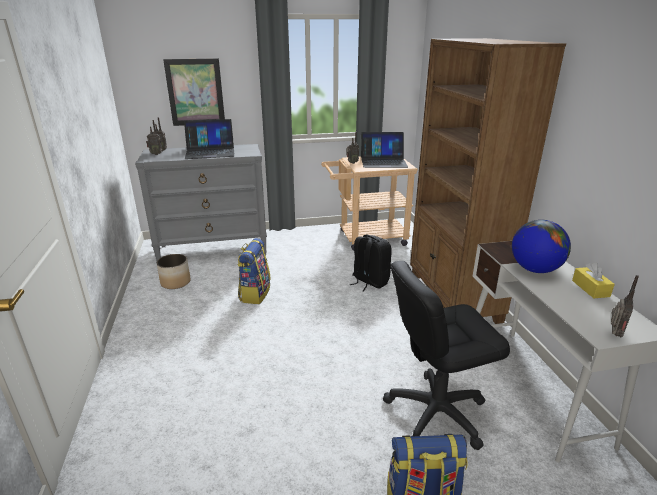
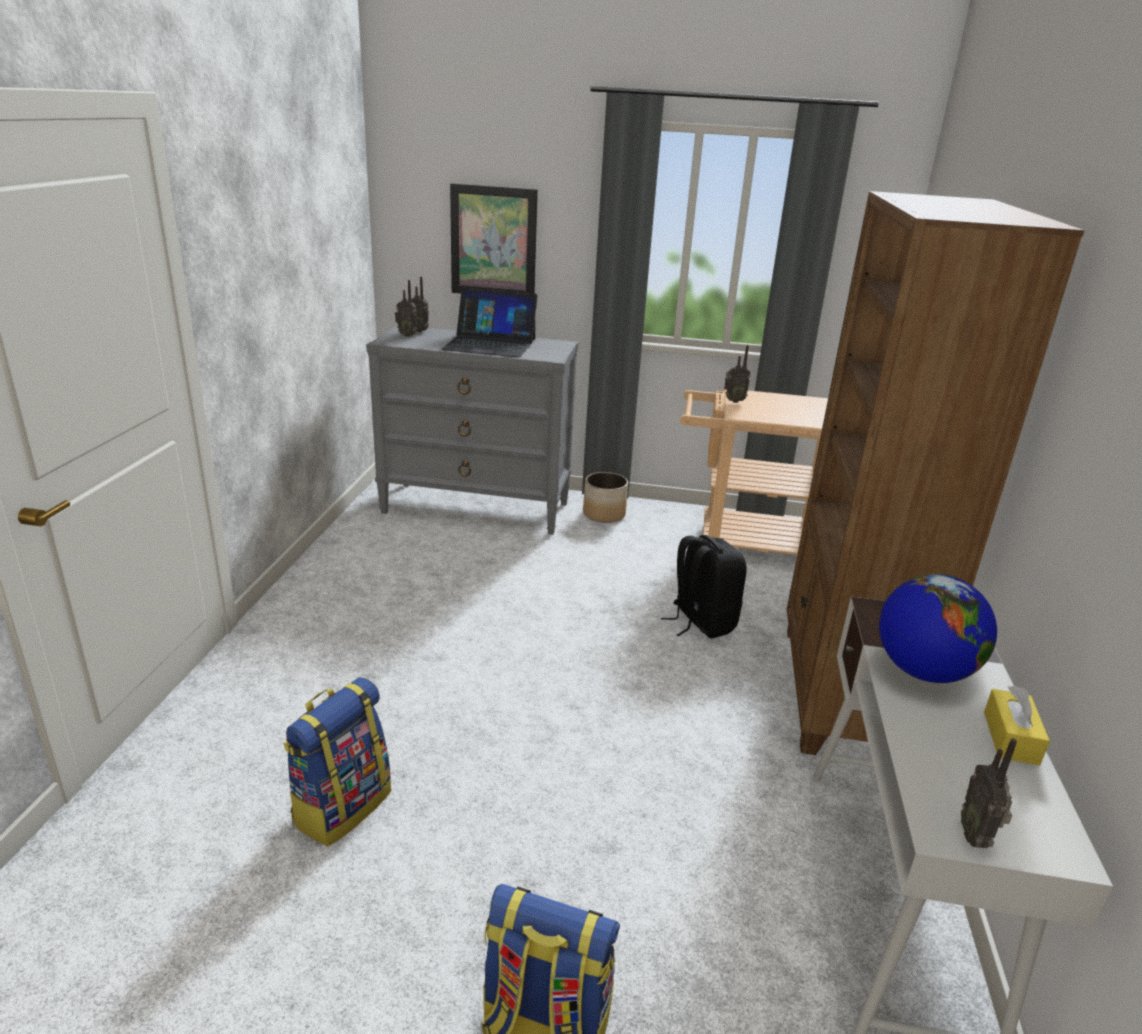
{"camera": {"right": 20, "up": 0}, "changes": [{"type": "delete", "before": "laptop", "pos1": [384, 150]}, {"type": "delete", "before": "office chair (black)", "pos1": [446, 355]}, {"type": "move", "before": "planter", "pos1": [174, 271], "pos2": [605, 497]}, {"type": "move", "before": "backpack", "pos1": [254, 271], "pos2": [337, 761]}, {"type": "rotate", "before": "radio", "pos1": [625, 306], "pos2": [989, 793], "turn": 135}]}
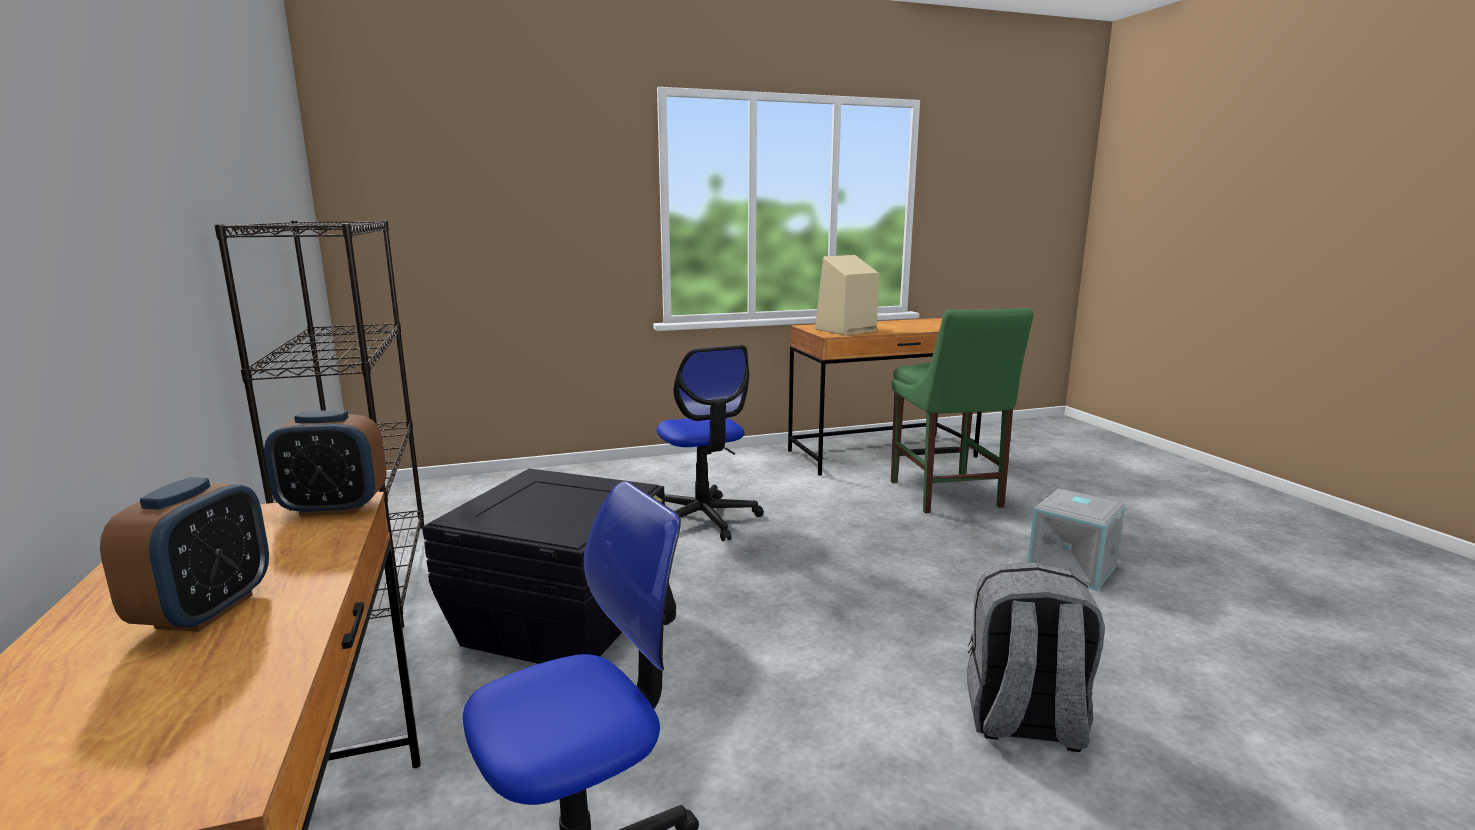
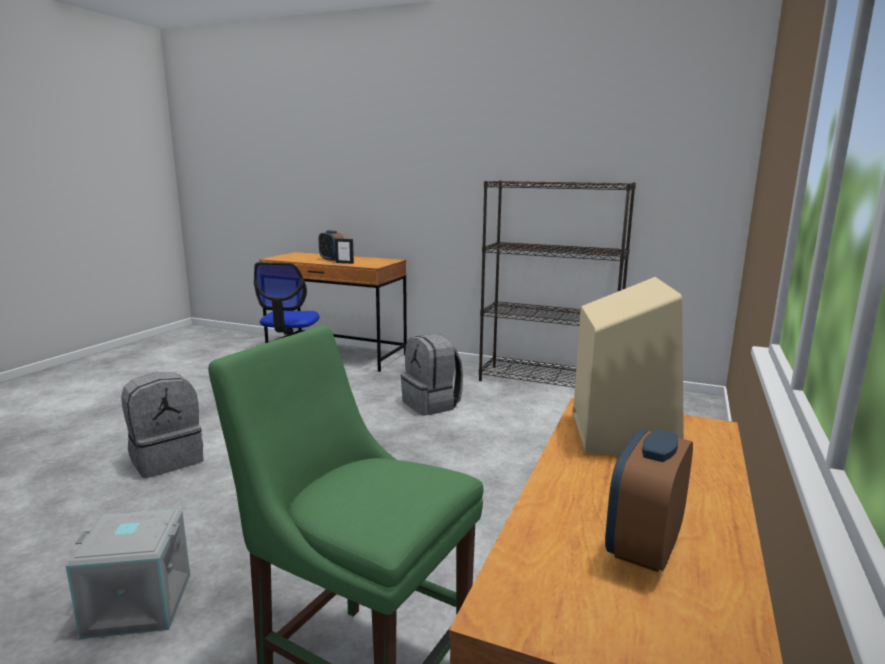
{"camera": {"right": 130, "up": 0}, "changes": [{"type": "delete", "before": "office chair", "pos1": [710, 443]}, {"type": "insert", "after": "picture frame", "pos2": [344, 251]}, {"type": "move", "before": "alarm clock", "pos1": [325, 463], "pos2": [649, 500]}, {"type": "replace", "before": "storage box (black)", "after": "backpack (grey)", "pos1": [543, 566], "pos2": [432, 375]}]}
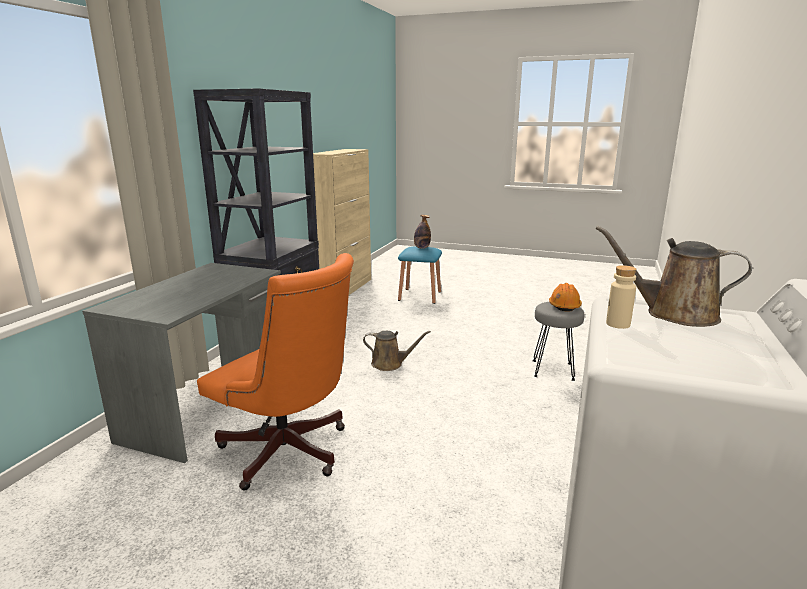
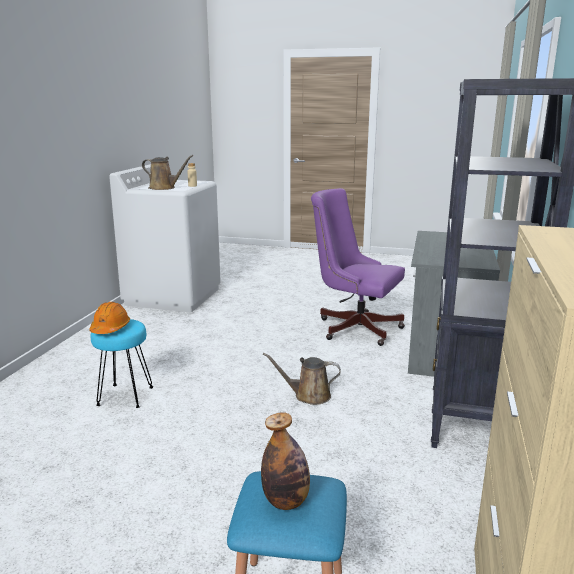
{"camera": {"right": 175, "up": 0}, "changes": [{"type": "recolor", "before": "office chair (orange)", "after": "office chair (purple)", "pos1": [275, 372], "pos2": [358, 267]}, {"type": "recolor", "before": "stool (grey)", "after": "stool (turquoise)", "pos1": [558, 341], "pos2": [122, 363]}]}
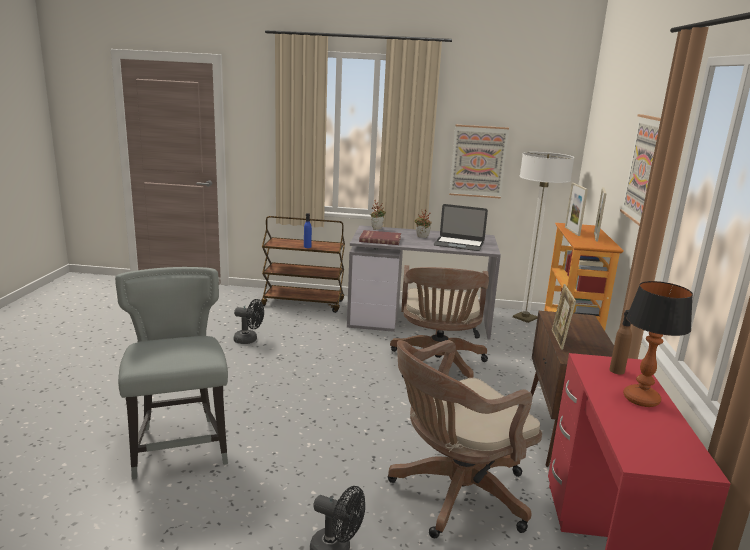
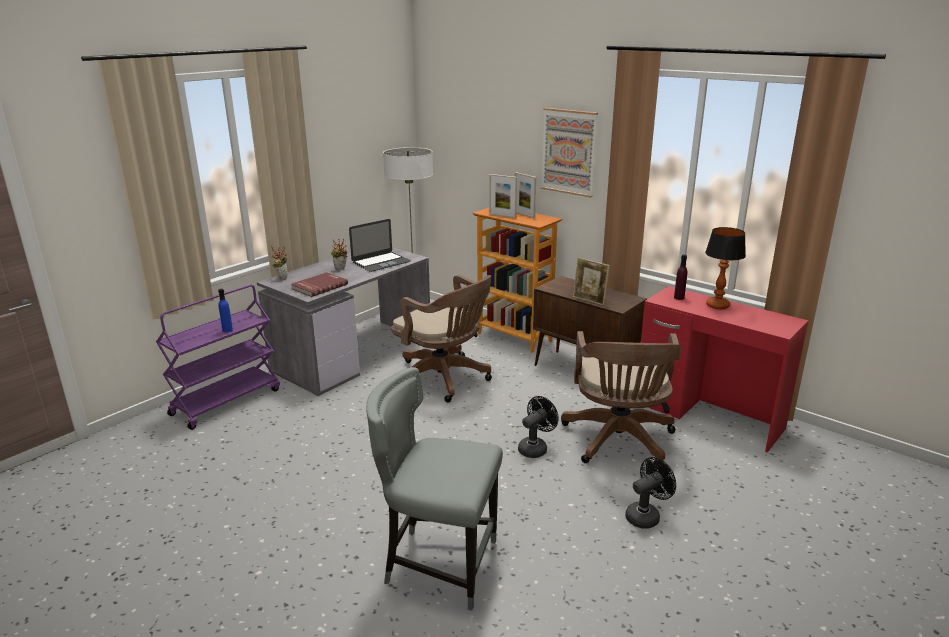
{"camera": {"right": -55, "up": 5}, "changes": [{"type": "delete", "before": "picture", "pos1": [479, 161]}, {"type": "move", "before": "fan (black)", "pos1": [248, 321], "pos2": [538, 427]}, {"type": "recolor", "before": "cart (brown)", "after": "cart (purple)", "pos1": [303, 264], "pos2": [218, 357]}, {"type": "recolor", "before": "bottle (brown)", "after": "bottle (purple)", "pos1": [620, 342], "pos2": [680, 277]}]}
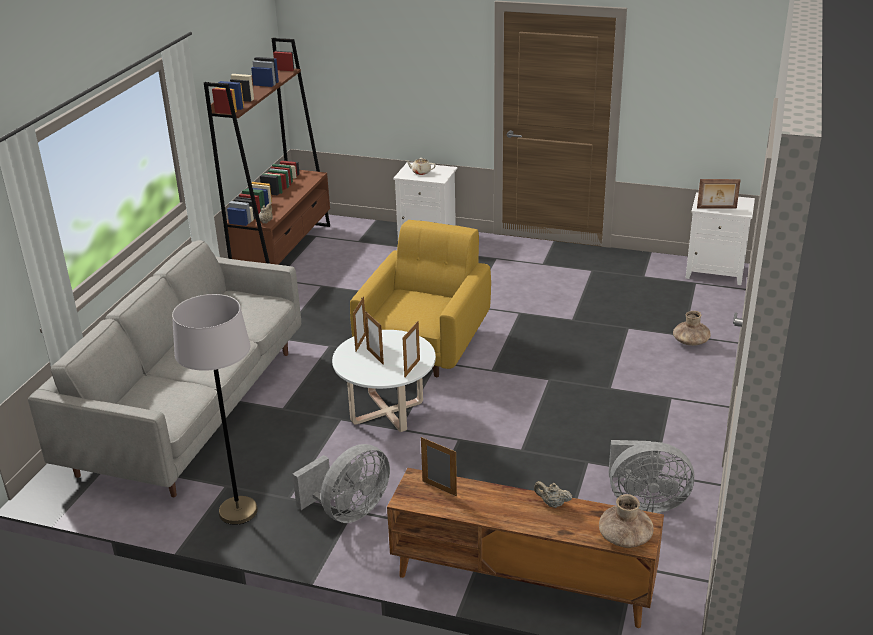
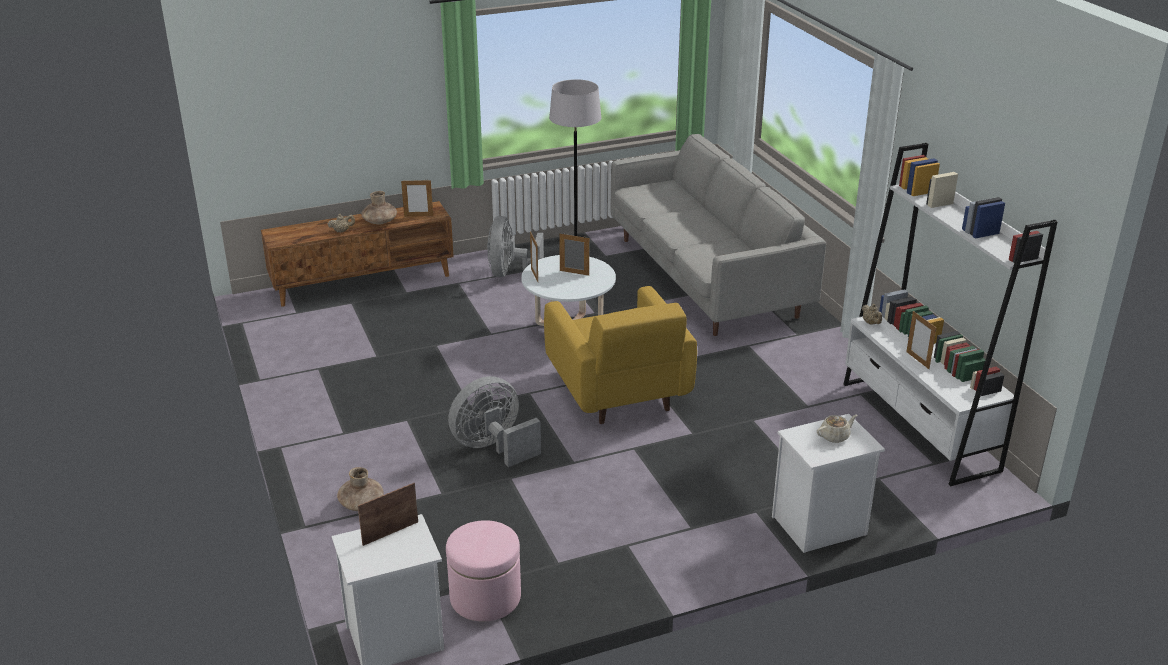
{"camera": {"right": 140, "up": 0}, "changes": [{"type": "insert", "after": "ottoman (pink)", "pos2": [483, 571]}, {"type": "move", "before": "picture frame", "pos1": [359, 323], "pos2": [921, 340]}, {"type": "move", "before": "vase (brown)", "pos1": [626, 521], "pos2": [379, 208]}, {"type": "move", "before": "fan (grey)", "pos1": [651, 476], "pos2": [494, 421]}, {"type": "recolor", "before": "bookcase (brown)", "after": "bookcase (white)", "pos1": [267, 151], "pos2": [950, 314]}]}
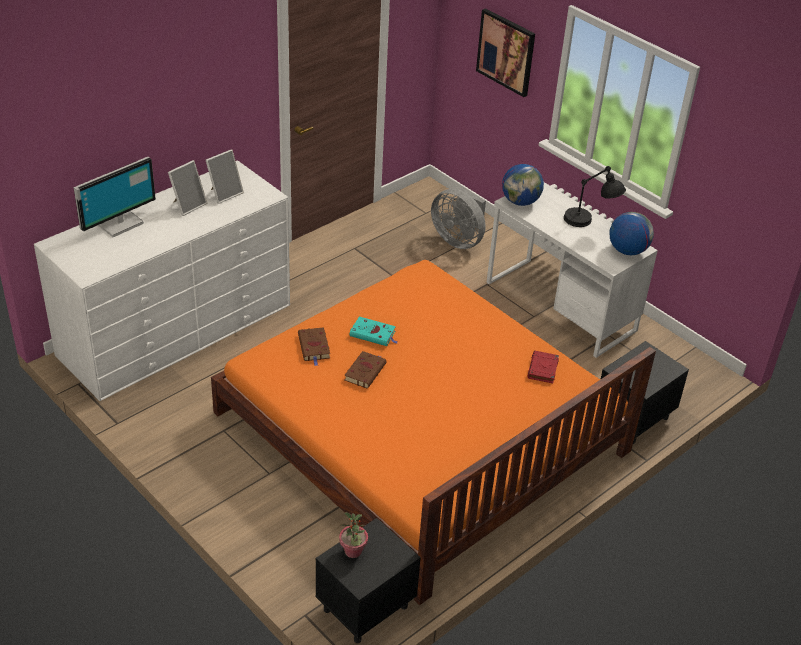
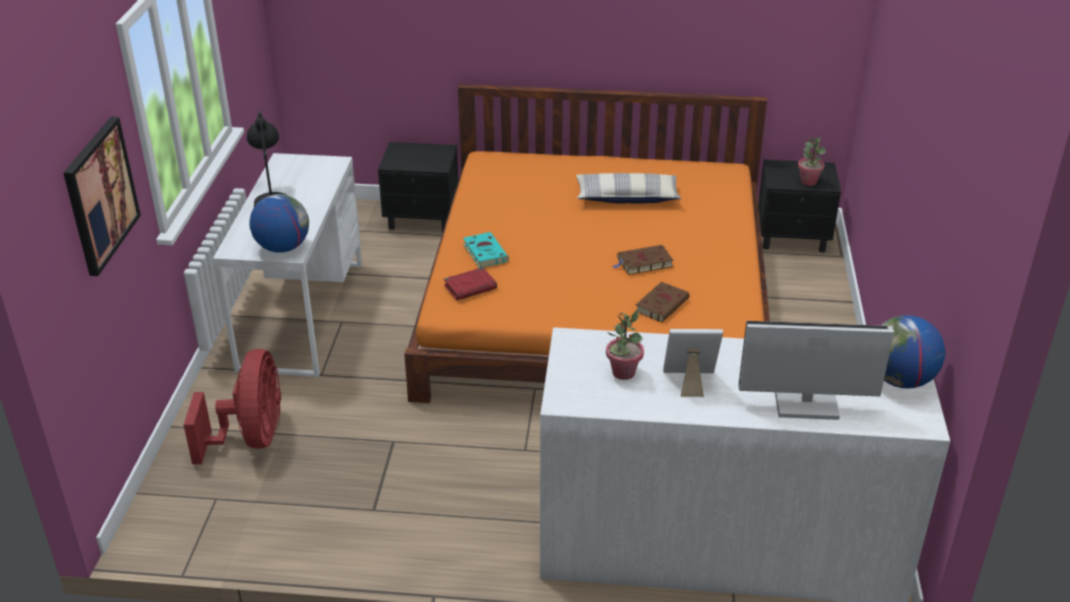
{"camera": {"right": -130, "up": -5}, "changes": [{"type": "insert", "after": "pillow", "pos2": [628, 188]}, {"type": "move", "before": "book (turquoise)", "pos1": [373, 331], "pos2": [486, 250]}, {"type": "move", "before": "book (red)", "pos1": [543, 367], "pos2": [470, 283]}, {"type": "move", "before": "globe", "pos1": [632, 233], "pos2": [913, 352]}, {"type": "replace", "before": "picture frame", "after": "potted plant", "pos1": [225, 176], "pos2": [625, 345]}, {"type": "recolor", "before": "fan (grey)", "after": "fan (red)", "pos1": [458, 218], "pos2": [233, 406]}]}
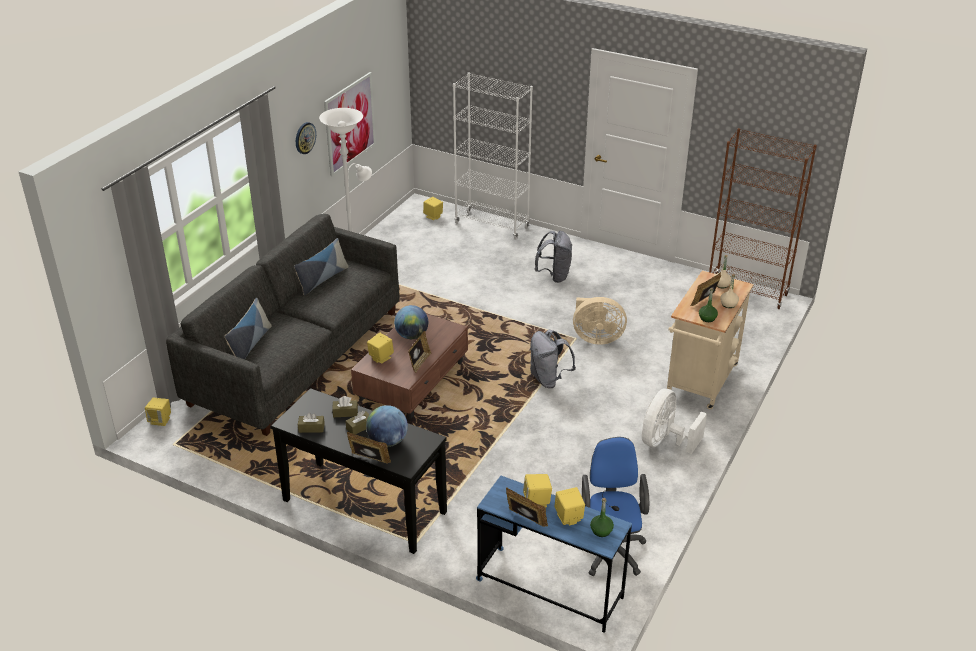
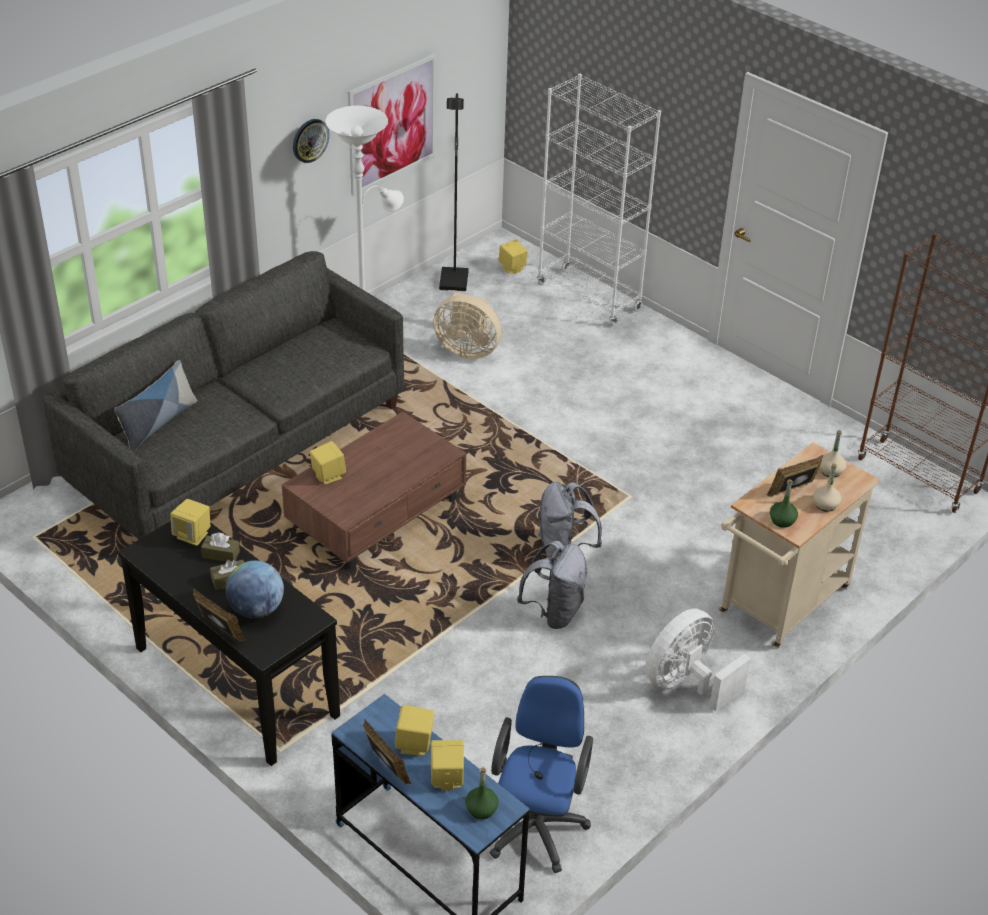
{"camera": {"right": 15, "up": 5}, "changes": [{"type": "delete", "before": "pillow", "pos1": [321, 267]}, {"type": "delete", "before": "tissue box (brown)", "pos1": [311, 423]}, {"type": "delete", "before": "globe", "pos1": [411, 322]}, {"type": "delete", "before": "picture frame", "pos1": [419, 352]}, {"type": "insert", "after": "floor lamp (black)", "pos2": [454, 192]}, {"type": "move", "before": "speaker (yellow)", "pos1": [158, 412], "pos2": [190, 522]}, {"type": "move", "before": "backpack (grey)", "pos1": [553, 257], "pos2": [552, 584]}, {"type": "move", "before": "fan (beige)", "pos1": [600, 321], "pos2": [467, 325]}]}
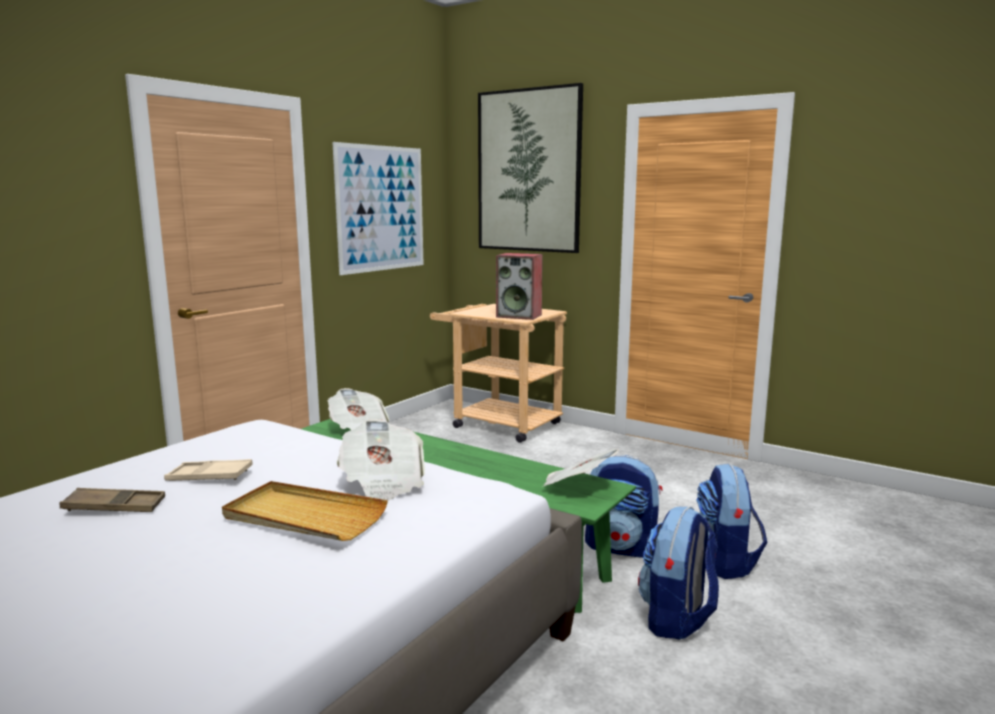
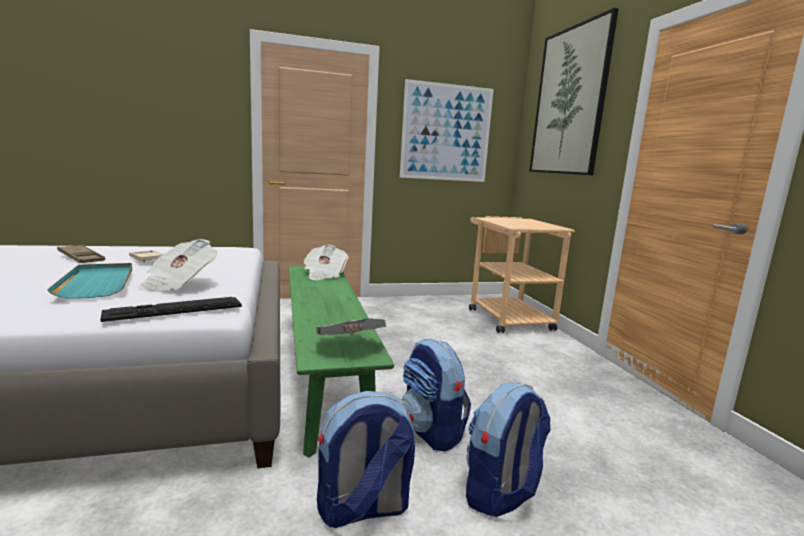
{"camera": {"right": 40, "up": 0}, "changes": [{"type": "delete", "before": "speaker", "pos1": [519, 286]}, {"type": "insert", "after": "keyboard", "pos2": [171, 309]}, {"type": "recolor", "before": "tray (beige)", "after": "tray (turquoise)", "pos1": [305, 511], "pos2": [89, 281]}]}
